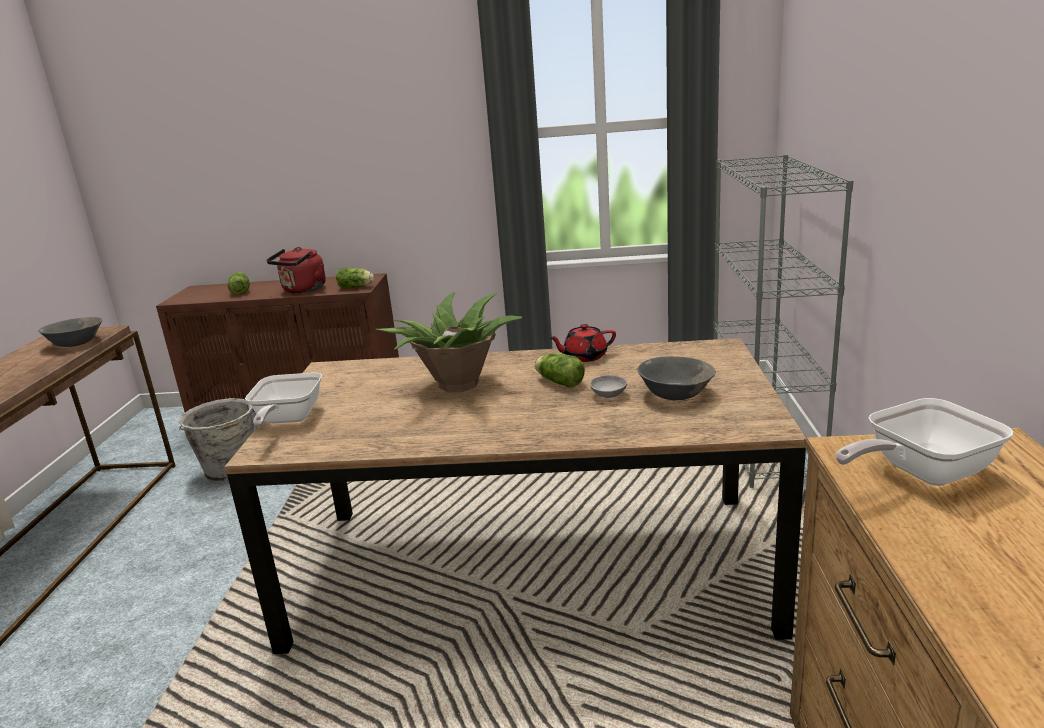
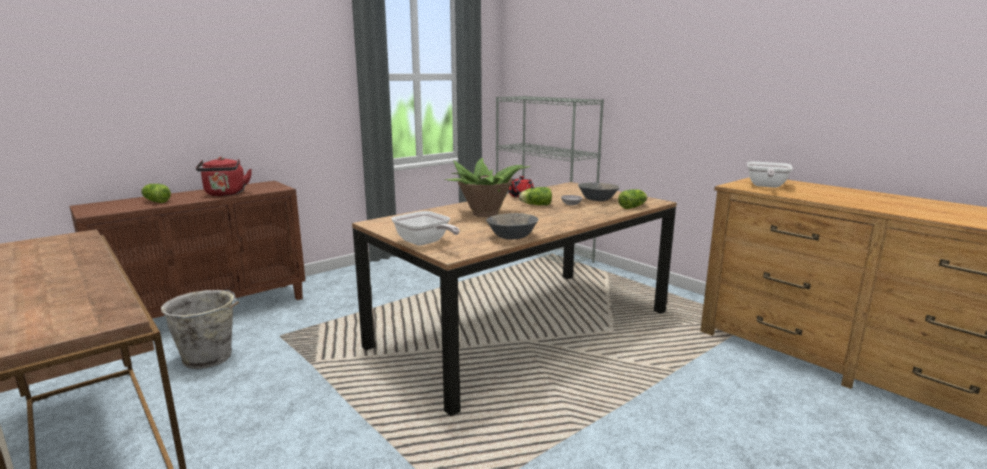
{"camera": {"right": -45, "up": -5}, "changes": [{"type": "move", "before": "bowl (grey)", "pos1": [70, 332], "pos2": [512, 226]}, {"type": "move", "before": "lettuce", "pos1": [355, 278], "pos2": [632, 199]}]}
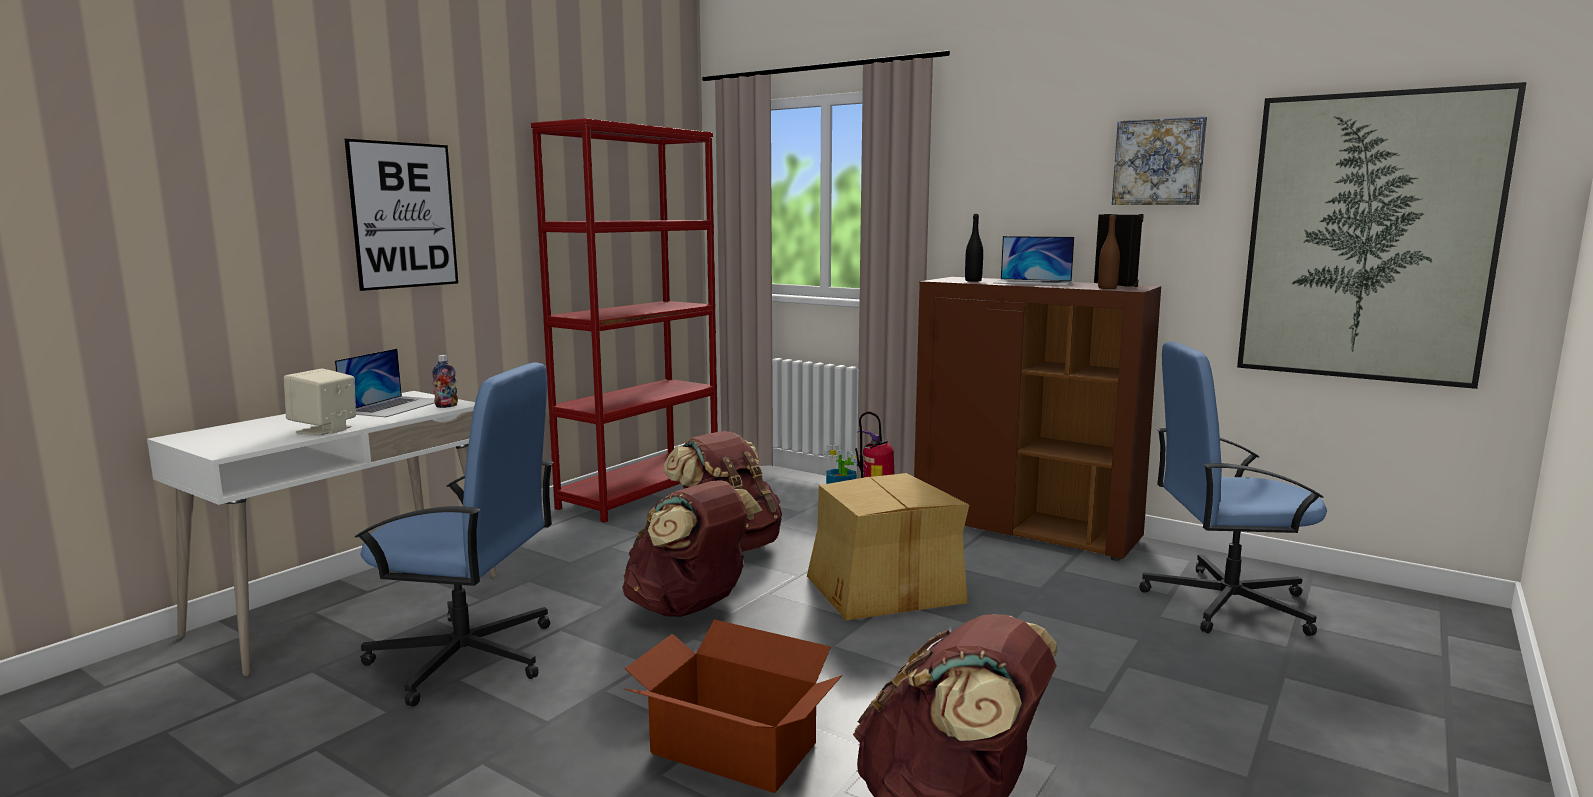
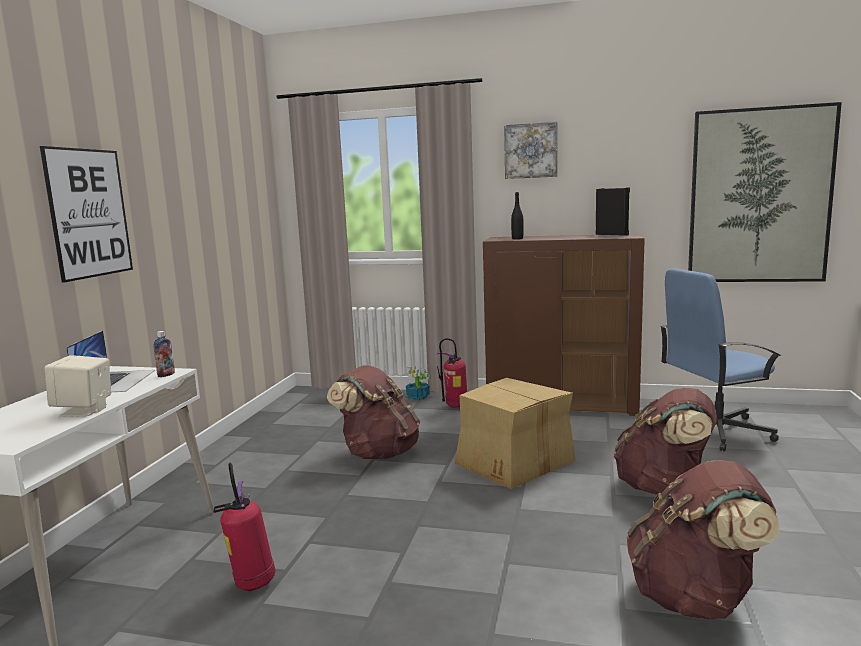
{"camera": {"right": -20, "up": 0}, "changes": [{"type": "delete", "before": "bookcase (red)", "pos1": [624, 320]}, {"type": "delete", "before": "cardboard box", "pos1": [733, 706]}, {"type": "delete", "before": "laptop", "pos1": [1033, 261]}, {"type": "delete", "before": "bottle (brown)", "pos1": [1109, 251]}, {"type": "move", "before": "backpack (brown)", "pos1": [692, 548], "pos2": [665, 442]}, {"type": "move", "before": "picture", "pos1": [1159, 160], "pos2": [530, 150]}, {"type": "replace", "before": "office chair (blue)", "after": "fire extinguisher", "pos1": [454, 534], "pos2": [244, 527]}]}
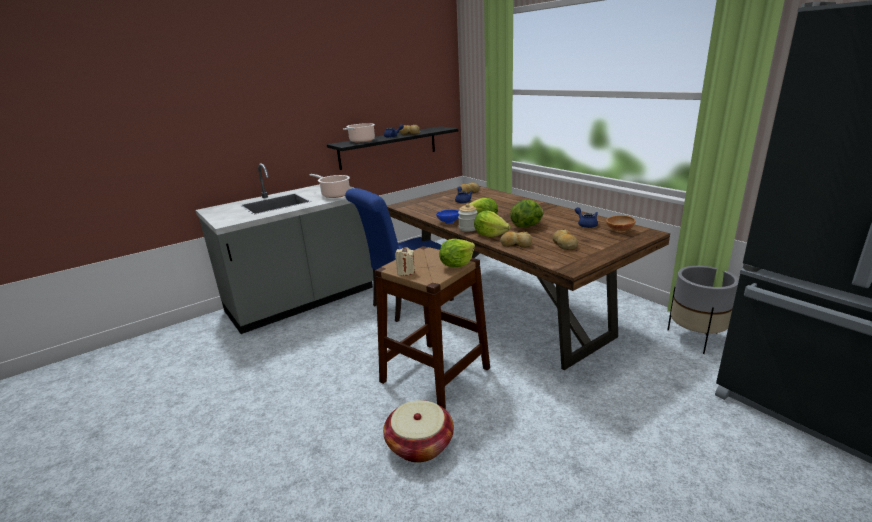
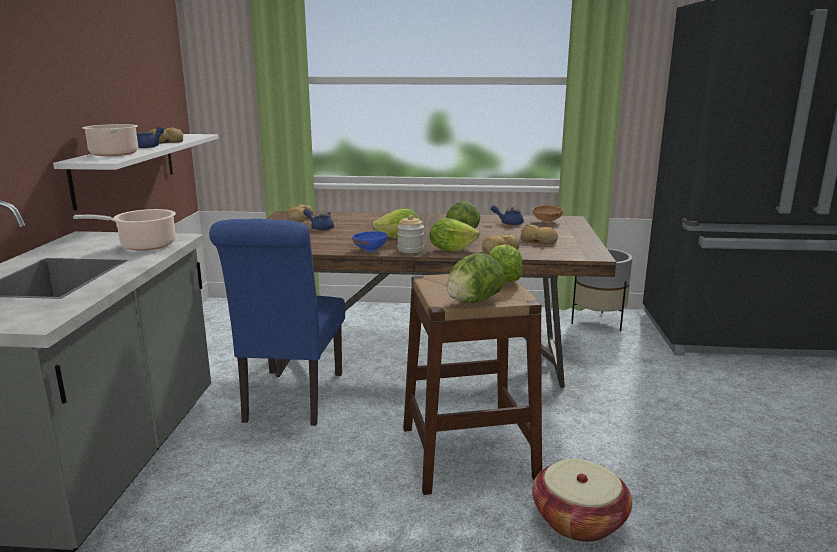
{"camera": {"right": -50, "up": -5}, "changes": [{"type": "replace", "before": "candle (beige)", "after": "lettuce", "pos1": [405, 261], "pos2": [476, 278]}, {"type": "recolor", "before": "shelf (black)", "after": "shelf (white)", "pos1": [392, 148], "pos2": [136, 172]}]}
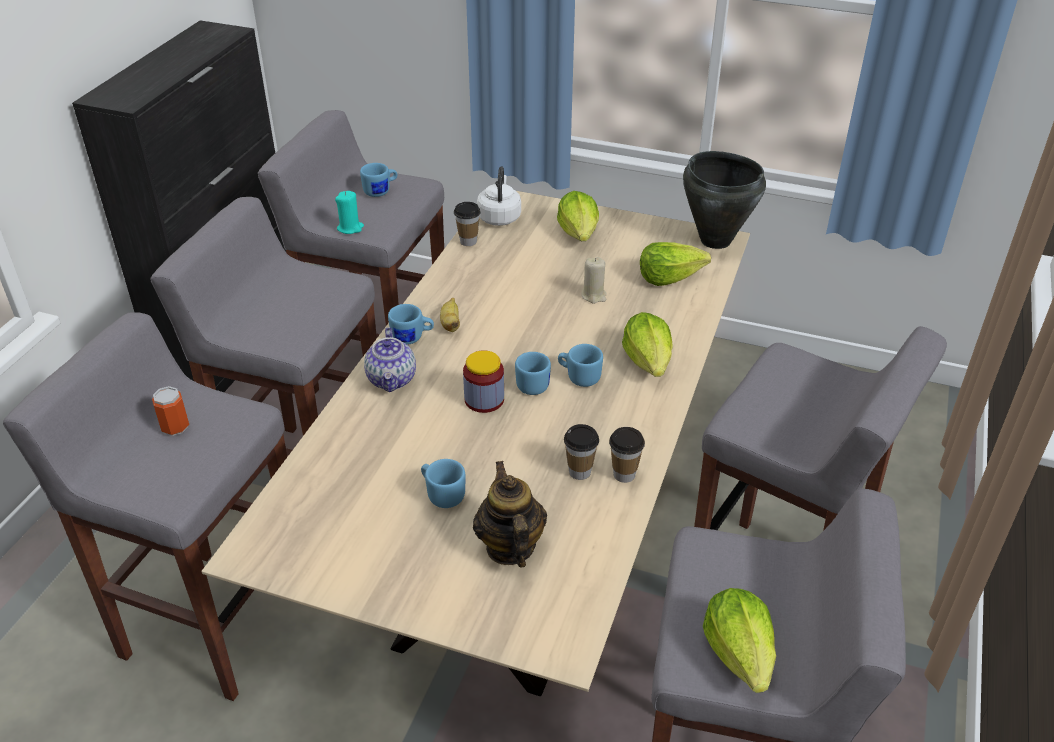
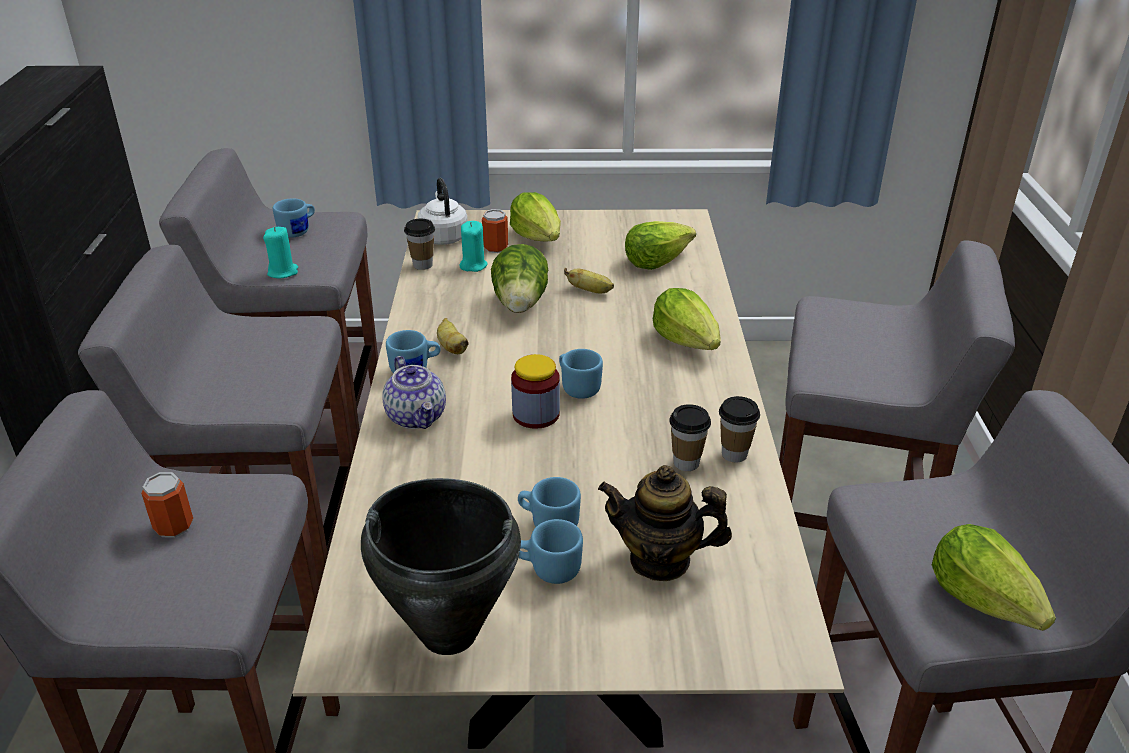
{"camera": {"right": -20, "up": -5}, "changes": [{"type": "insert", "after": "candle (turquoise)", "pos2": [473, 246]}, {"type": "insert", "after": "can", "pos2": [495, 231]}, {"type": "insert", "after": "lettuce", "pos2": [519, 278]}, {"type": "move", "before": "mug (blue)", "pos1": [580, 365], "pos2": [550, 551]}, {"type": "move", "before": "cooking pot (black)", "pos1": [724, 200], "pos2": [441, 566]}, {"type": "replace", "before": "candle (beige)", "after": "banana", "pos1": [594, 280], "pos2": [589, 281]}, {"type": "rotate", "before": "teapot", "pos1": [510, 514], "pos2": [665, 523], "turn": -45}]}
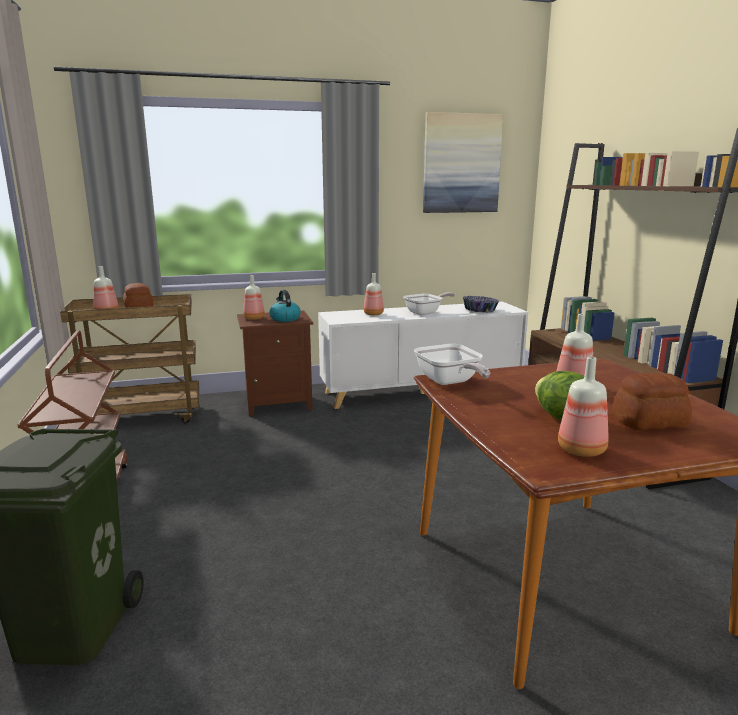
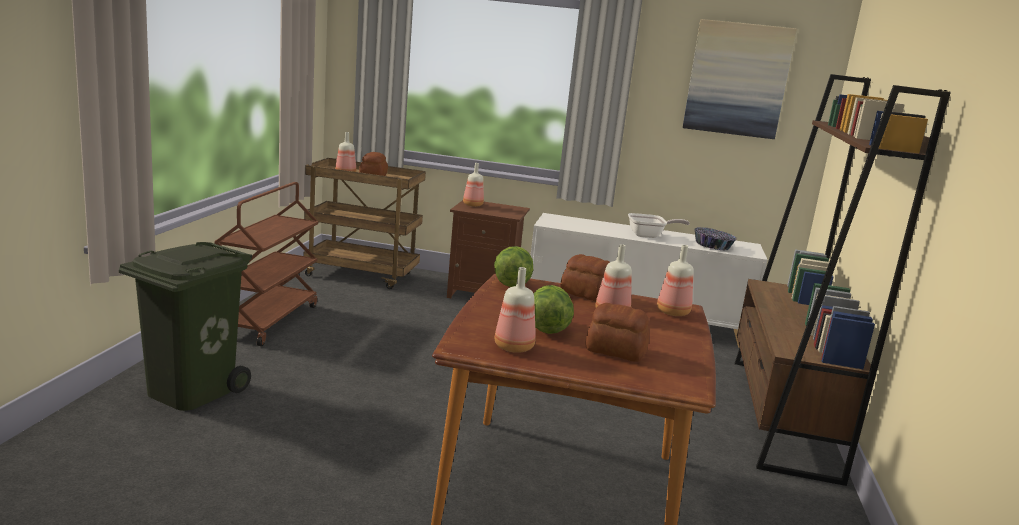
{"camera": {"right": 25, "up": 0}, "changes": [{"type": "delete", "before": "kettle", "pos1": [285, 306]}, {"type": "insert", "after": "bread", "pos2": [585, 277]}, {"type": "move", "before": "bottle", "pos1": [374, 294], "pos2": [675, 280]}, {"type": "replace", "before": "frying pan", "after": "lettuce", "pos1": [452, 364], "pos2": [513, 266]}]}
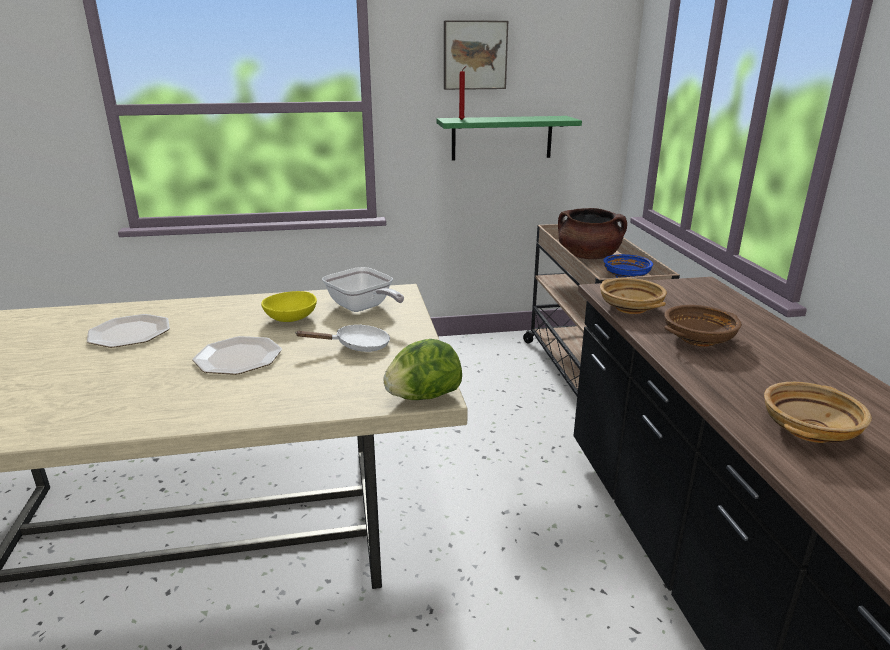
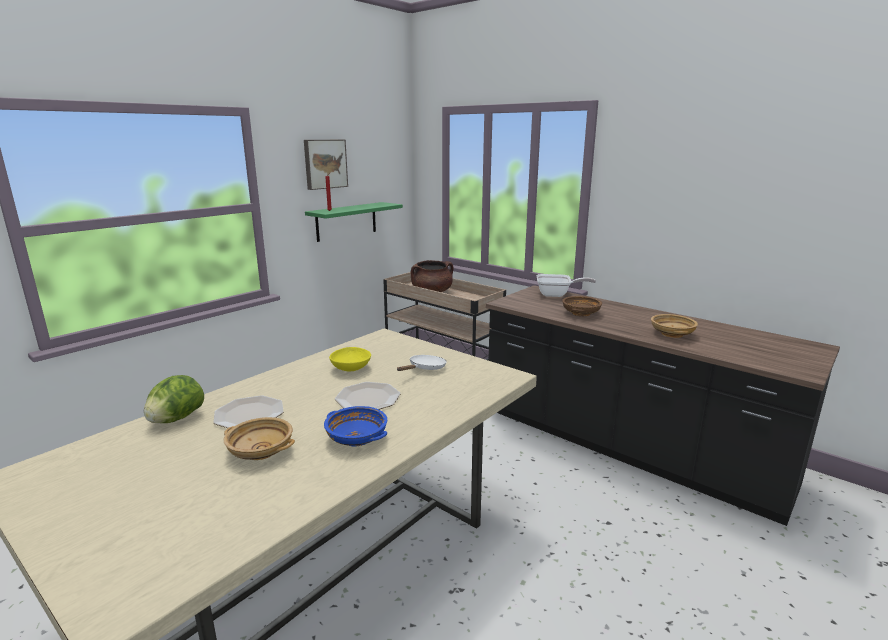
{"camera": {"right": -40, "up": -5}, "changes": [{"type": "move", "before": "frying pan", "pos1": [363, 289], "pos2": [566, 285]}, {"type": "move", "before": "lettuce", "pos1": [422, 369], "pos2": [174, 399]}, {"type": "move", "before": "bowl (beige)", "pos1": [633, 296], "pos2": [259, 438]}, {"type": "move", "before": "bowl (blue)", "pos1": [628, 266], "pos2": [355, 426]}]}
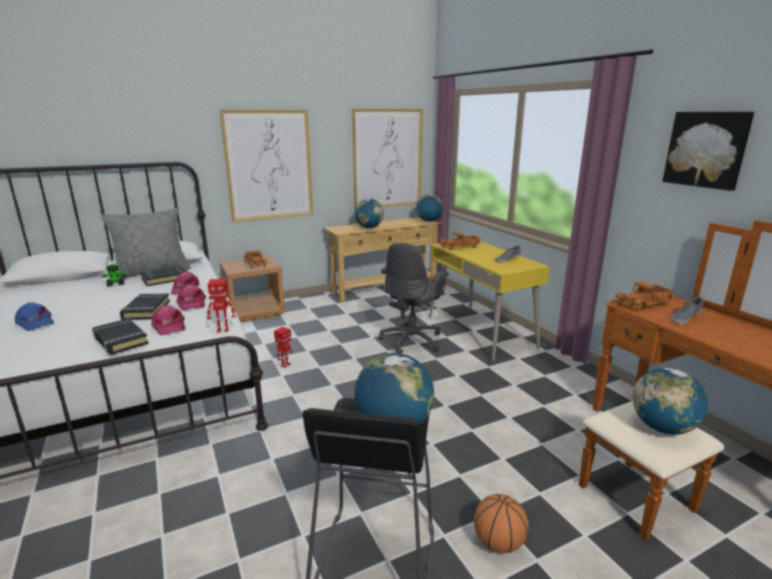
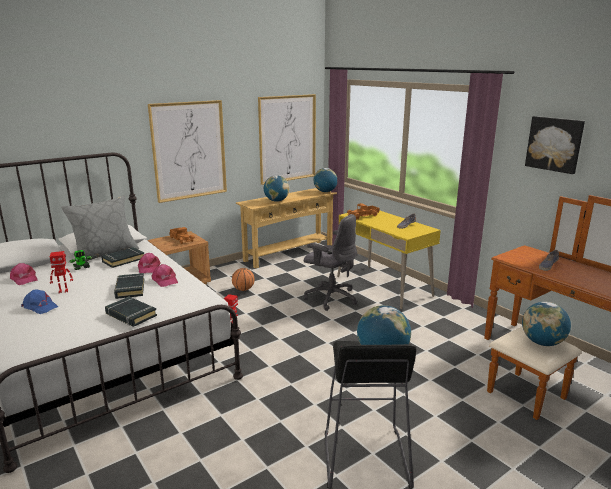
{"camera": {"right": -10, "up": 0}, "changes": [{"type": "delete", "before": "toy truck", "pos1": [644, 296]}, {"type": "move", "before": "cap (pink)", "pos1": [168, 320], "pos2": [23, 274]}, {"type": "move", "before": "toy robot", "pos1": [221, 306], "pos2": [61, 272]}, {"type": "move", "before": "basketball", "pos1": [501, 523], "pos2": [243, 279]}, {"type": "rotate", "before": "office chair (grey)", "pos1": [414, 298], "pos2": [331, 262], "turn": -75}]}
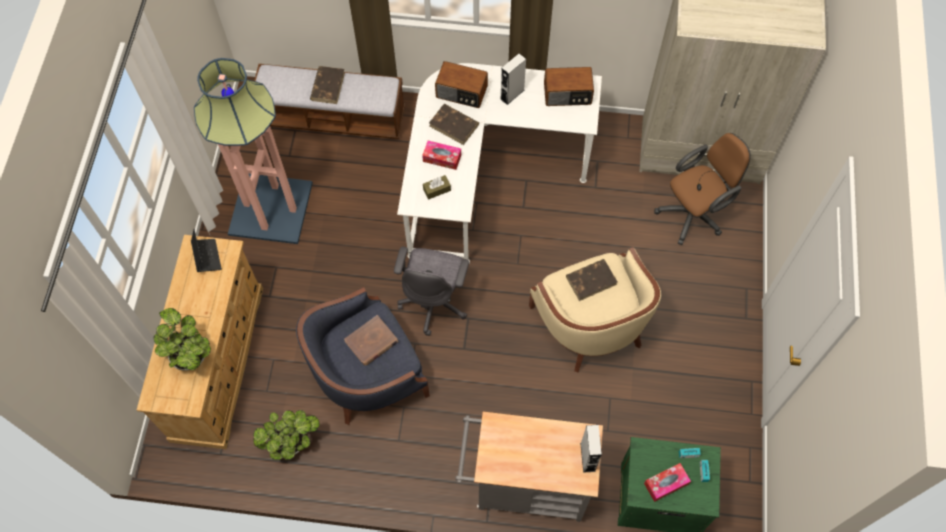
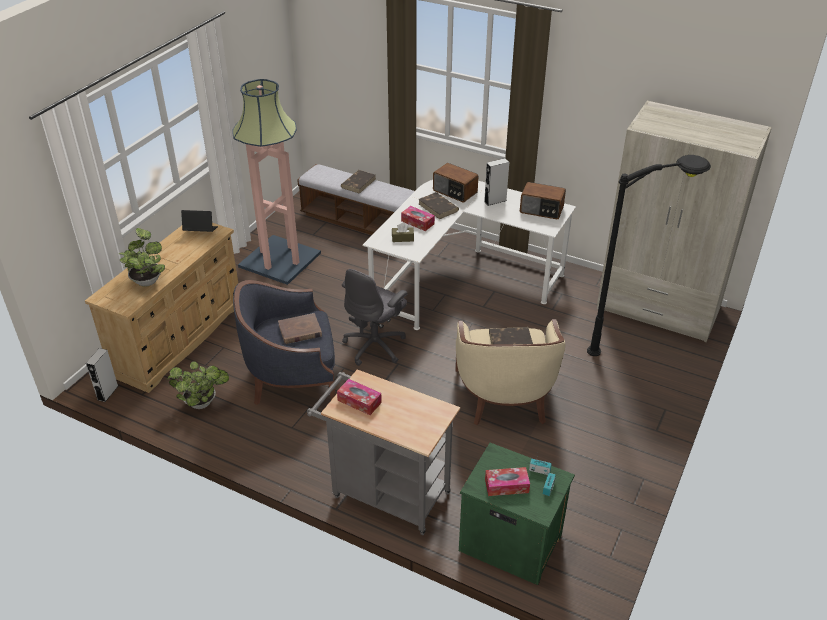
{"camera": {"right": 20, "up": -25}, "changes": [{"type": "insert", "after": "tissue box", "pos2": [359, 397]}, {"type": "move", "before": "speaker (grey)", "pos1": [591, 449], "pos2": [102, 375]}, {"type": "replace", "before": "office chair (brown)", "after": "floor lamp (black)", "pos1": [702, 189], "pos2": [649, 255]}, {"type": "rotate", "before": "laptop", "pos1": [206, 250], "pos2": [199, 221], "turn": -90}]}
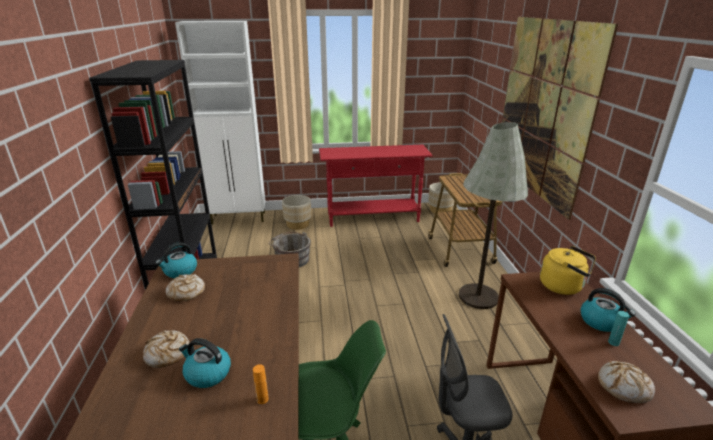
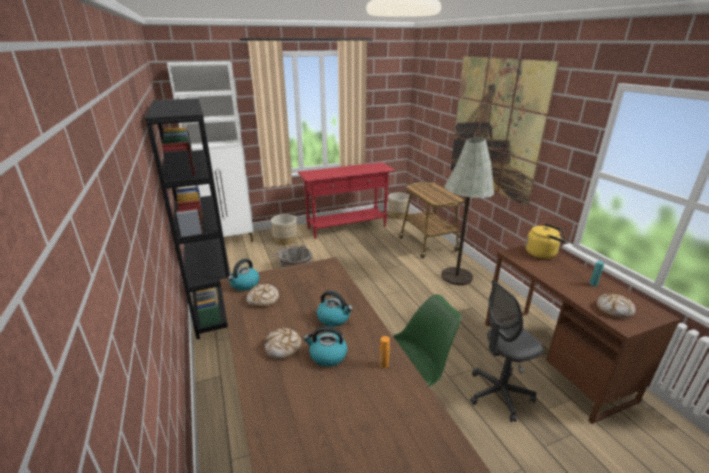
{"camera": {"right": -15, "up": 0}, "changes": [{"type": "move", "before": "kettle", "pos1": [608, 310], "pos2": [335, 308]}]}
